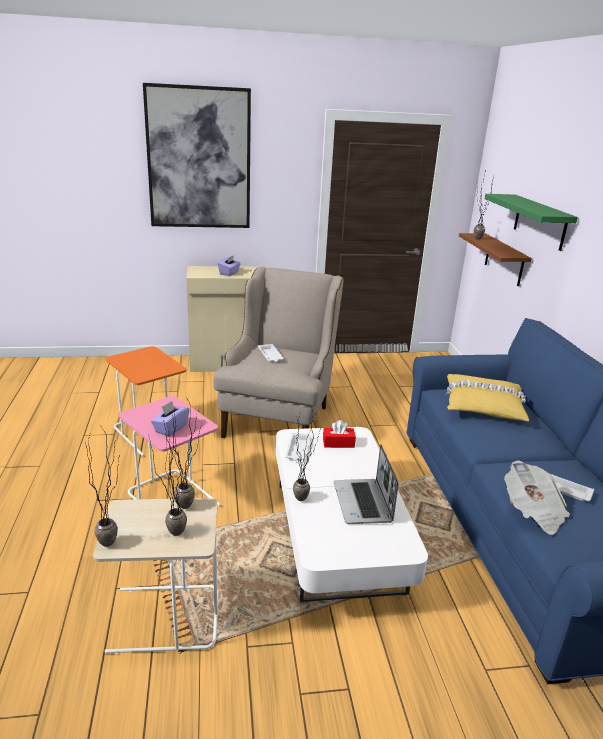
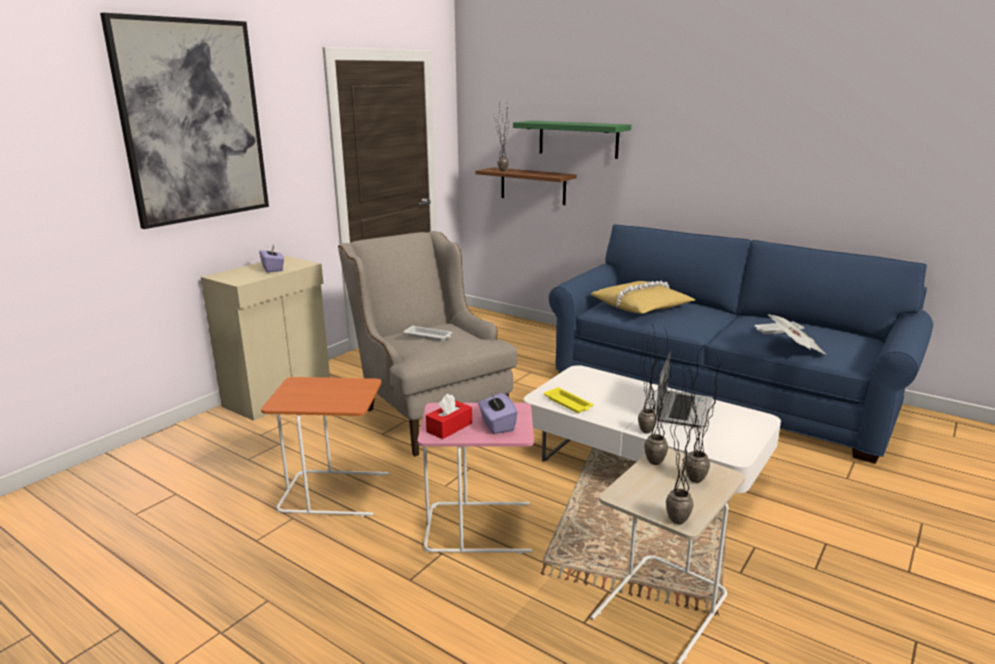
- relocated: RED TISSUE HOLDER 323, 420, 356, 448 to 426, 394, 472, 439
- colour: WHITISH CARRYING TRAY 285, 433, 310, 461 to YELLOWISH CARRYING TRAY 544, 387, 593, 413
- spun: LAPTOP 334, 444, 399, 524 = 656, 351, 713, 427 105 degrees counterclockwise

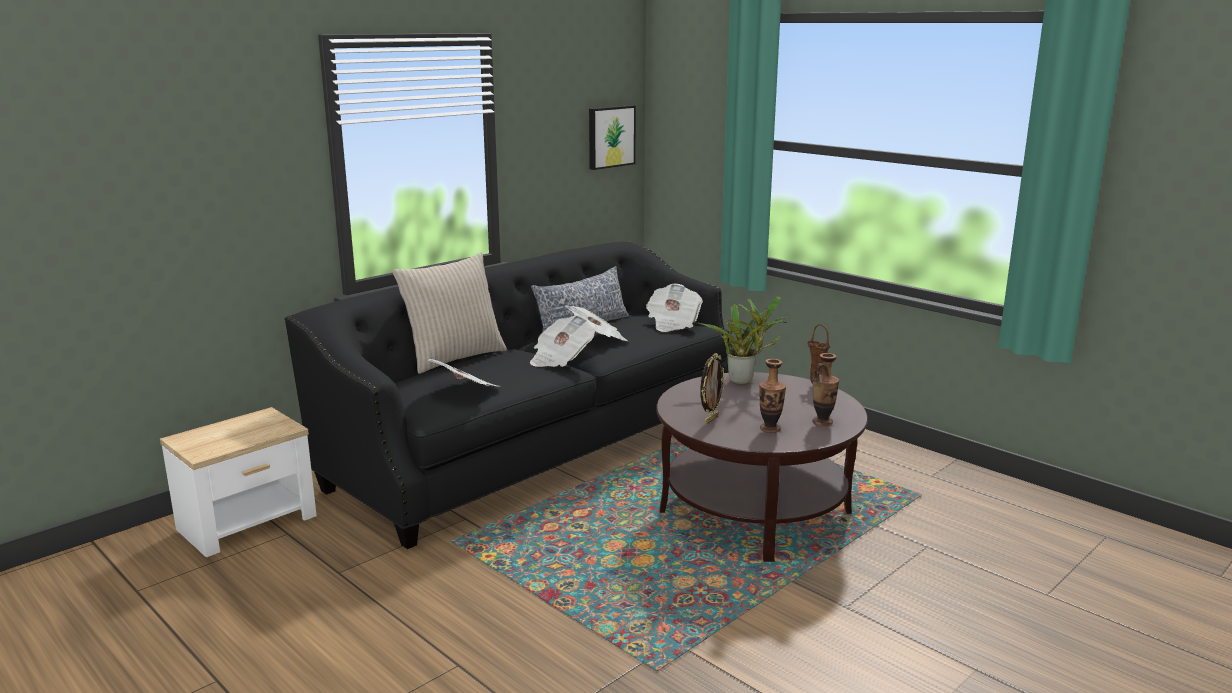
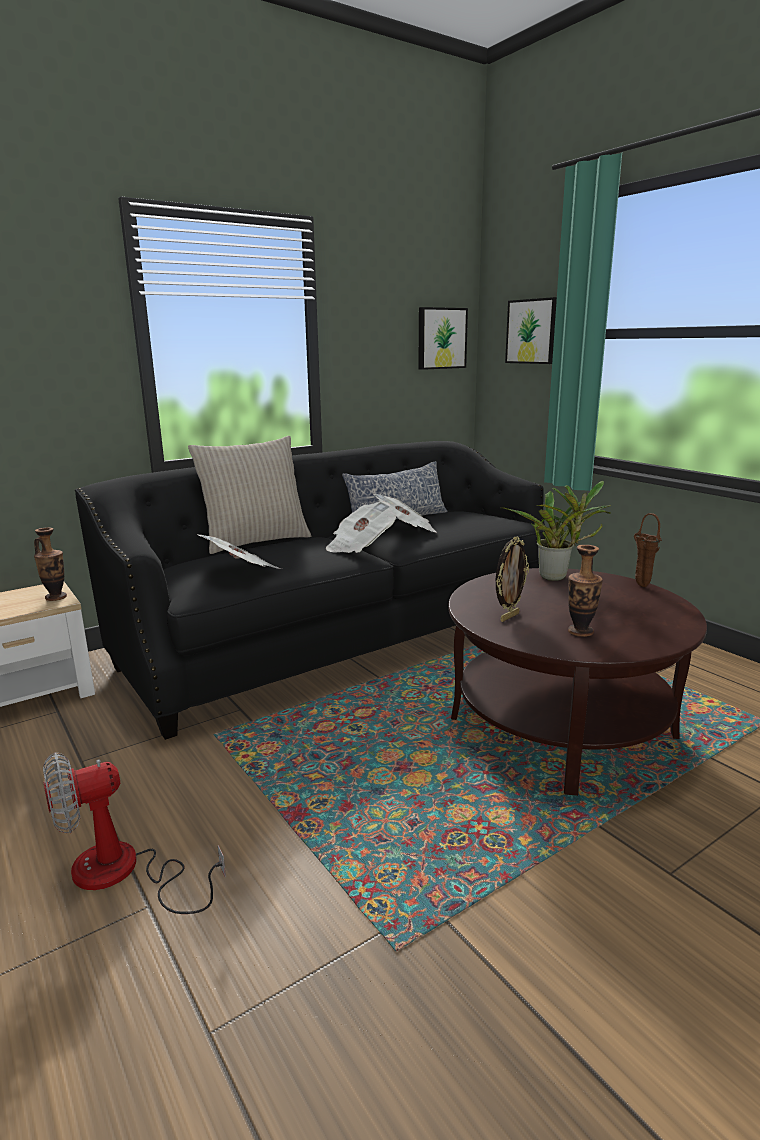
- missing: NEWSPAPER 646, 284, 703, 332
- appeared: COOLING FAN 43, 752, 226, 914
- appeared: WALL ART 505, 297, 557, 364
- relocated: FLOWER VASE 812, 353, 839, 426 to 34, 527, 67, 601

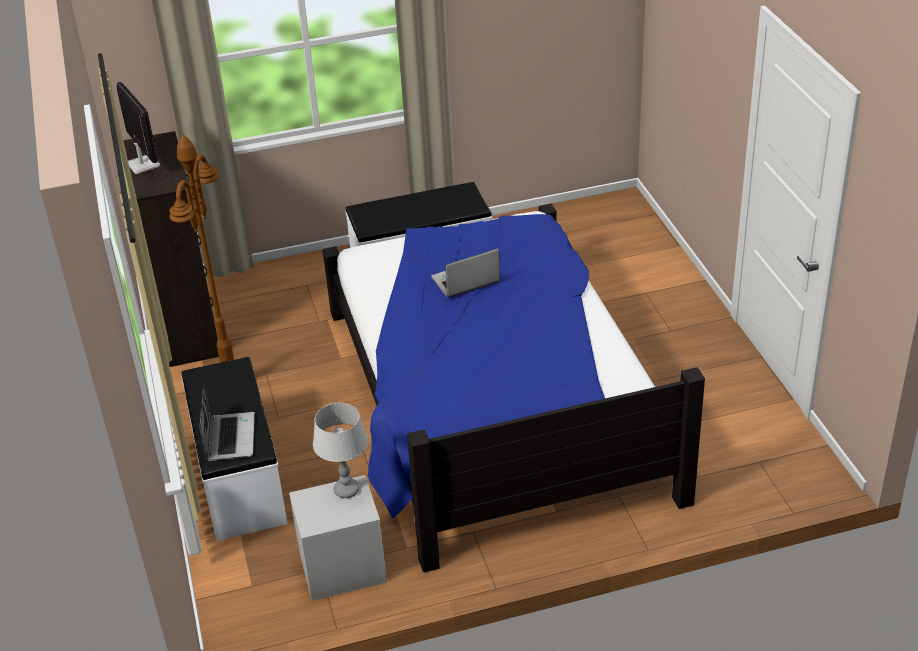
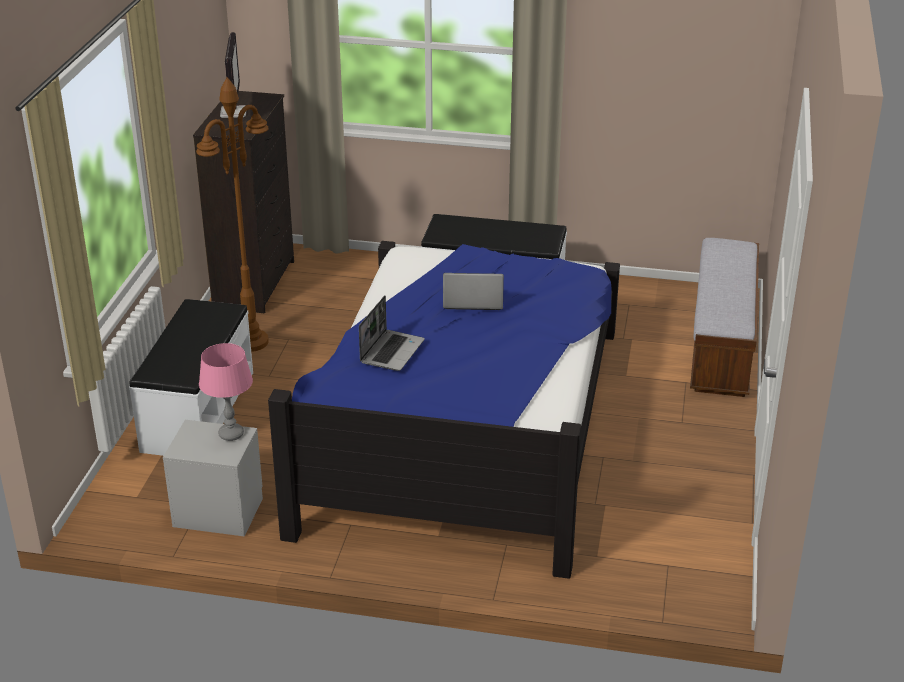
- appeared: INDOOR BENCH 690, 238, 759, 397
- relocated: LAPTOP 200, 385, 255, 461 to 359, 295, 425, 371
- colour: GREYISH TABLE LAMP 313, 403, 368, 498 to PINK TABLE LAMP 199, 343, 253, 441

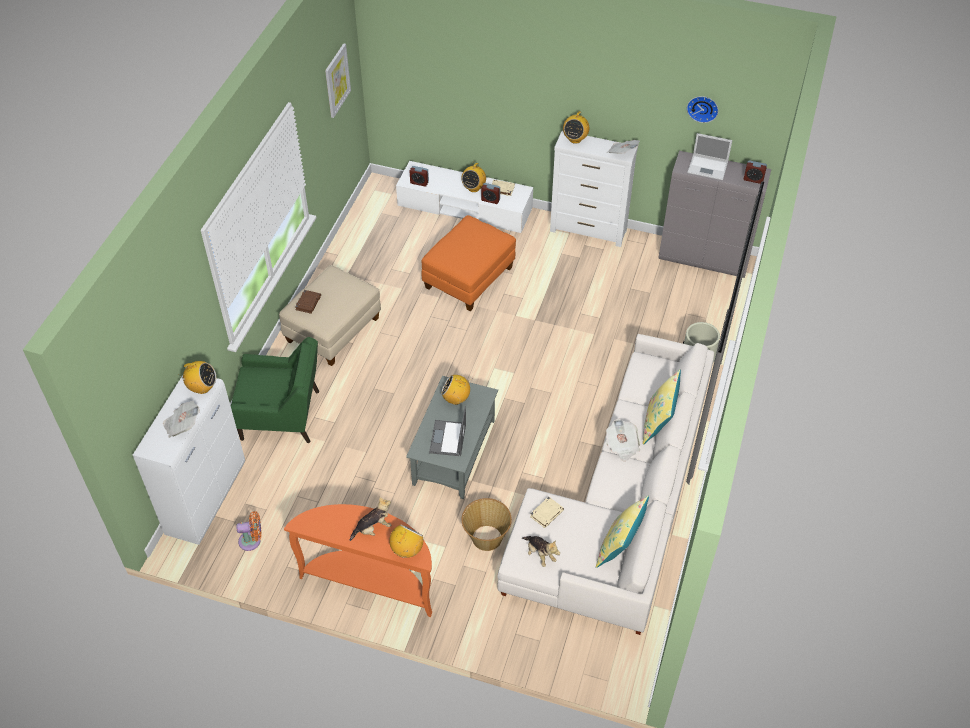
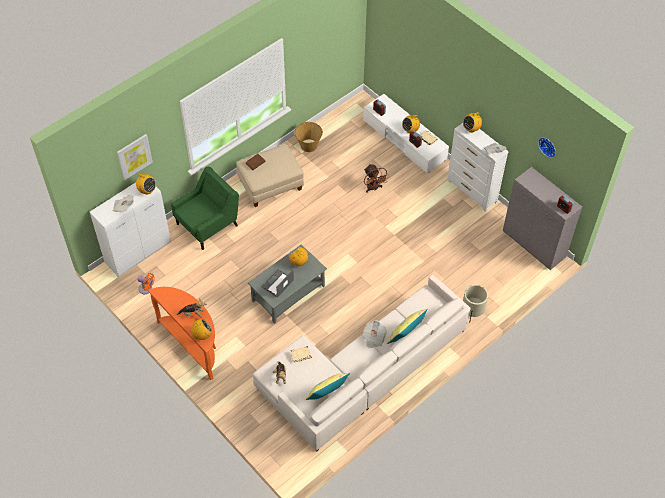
- missing: LAPTOP 687, 133, 733, 180
- relocated: WALL ART 325, 43, 351, 118 to 117, 134, 153, 180
- relocated: BASKET 461, 498, 512, 551 to 294, 122, 323, 152
- exchanged: ORANGEY FOOTREST 421, 215, 516, 311 to BROWNISH COOLING FAN 364, 164, 389, 193
- spun: GREENISH LOUNGE CHAIR 231, 337, 319, 443 = 171, 167, 239, 250 75 degrees counterclockwise

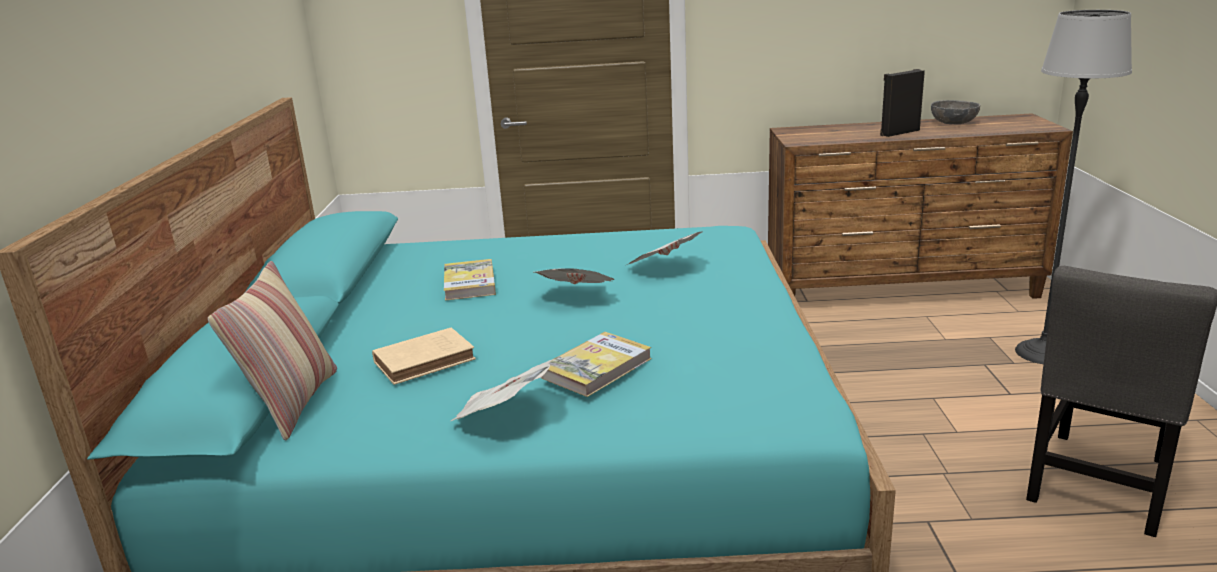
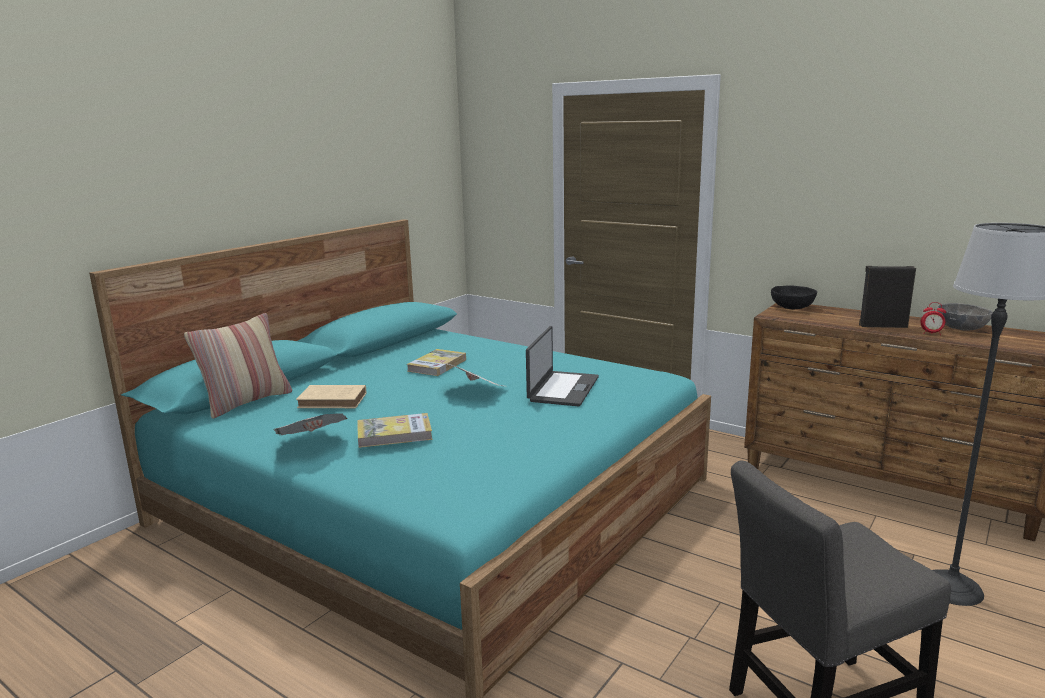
- appeared: BLACK SERVING BOWL 771, 286, 817, 309
- appeared: ALARM CLOCK 921, 302, 946, 335
- exchanged: NEWSPAPER 627, 231, 703, 265 to LAPTOP 526, 326, 599, 406

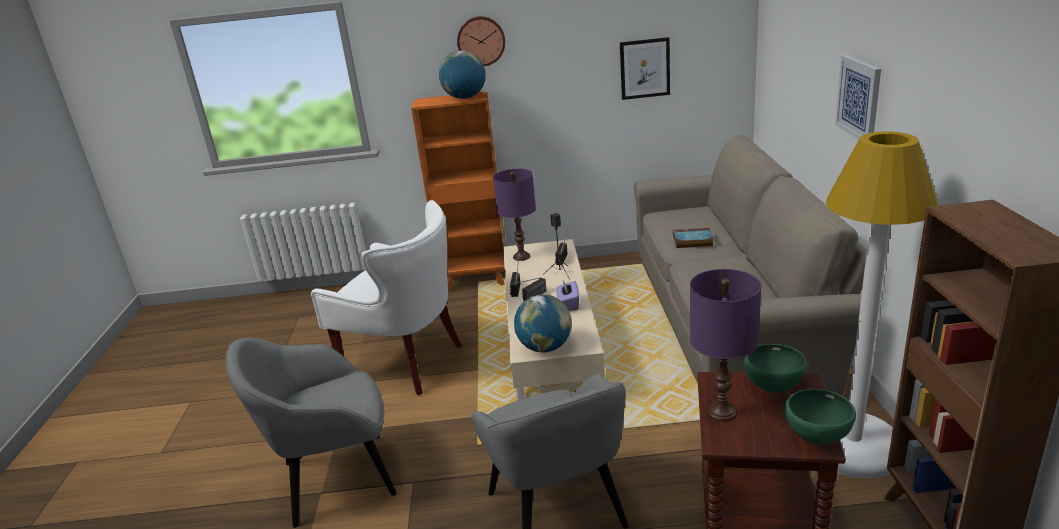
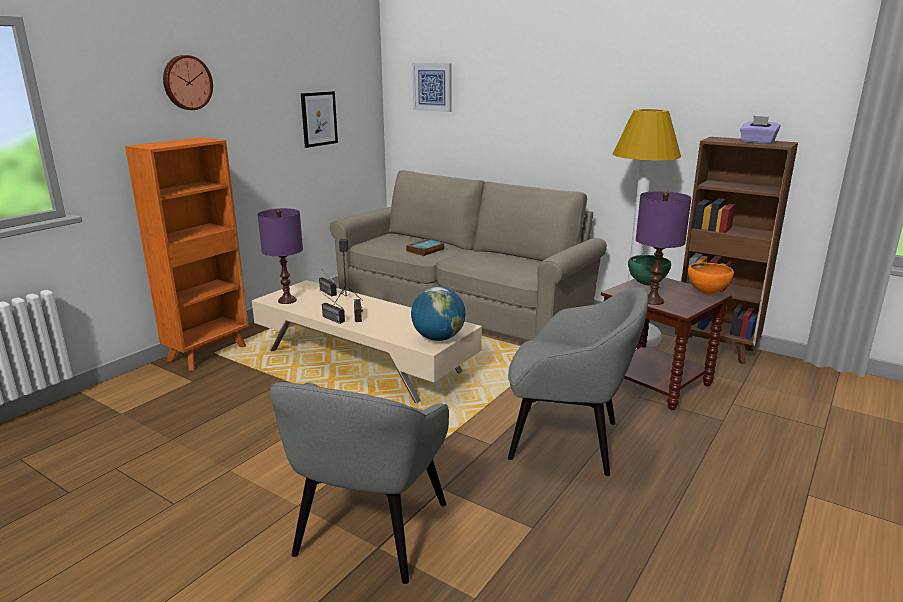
- missing: WHITISH LOUNGE CHAIR 311, 200, 462, 395
- missing: WORLD GLOBE 439, 51, 485, 99
- relocated: PURPLE-COLOURED TISSUE HOLDER 556, 280, 579, 311 to 740, 116, 780, 144
- relocated: WALL ART 835, 55, 881, 139 to 412, 63, 452, 112
- colour: GREENISH SERVING BOWL 785, 389, 856, 444 to ORANGEY SERVING BOWL 688, 262, 734, 294

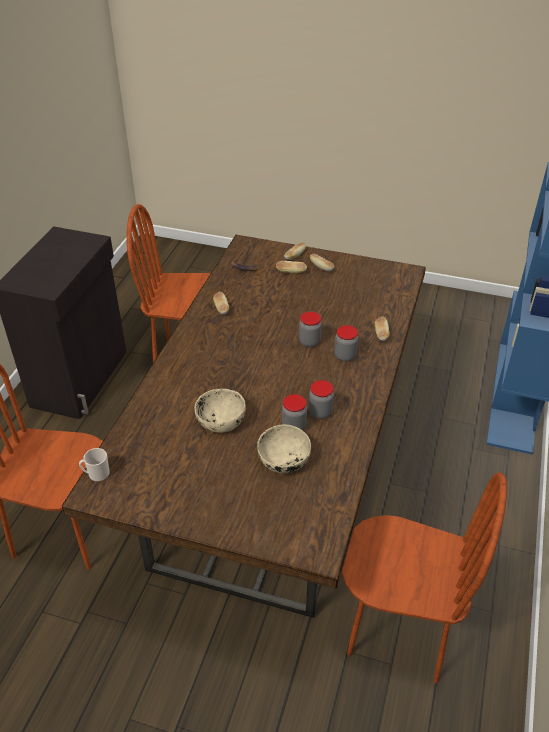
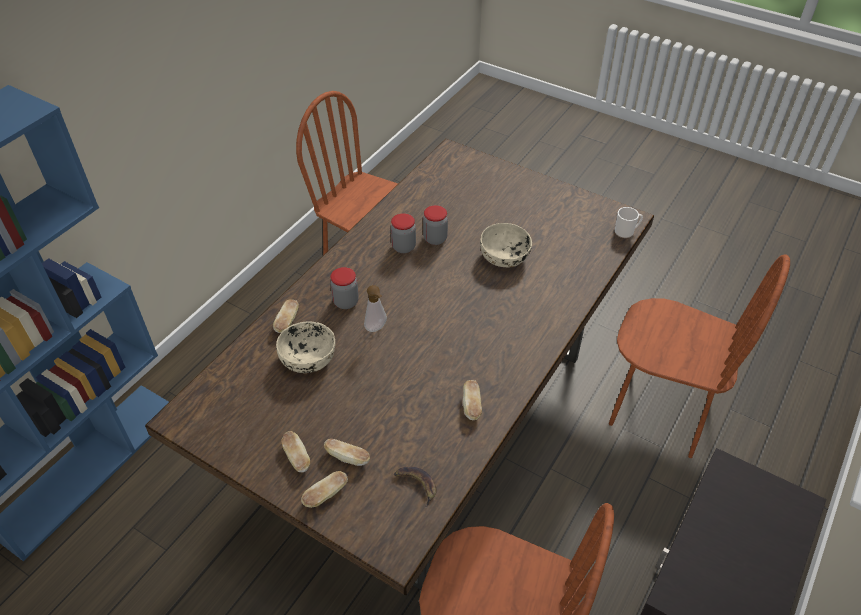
- relocated: BEIGE SERVING BOWL 257, 425, 311, 473 to 276, 321, 335, 373
- exchanged: JAR 299, 312, 322, 347 to SOAP DISPENSER 364, 285, 387, 332

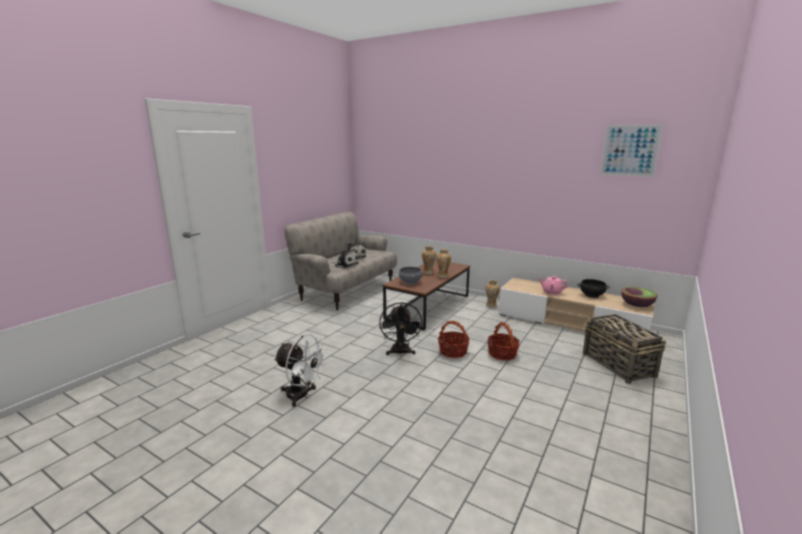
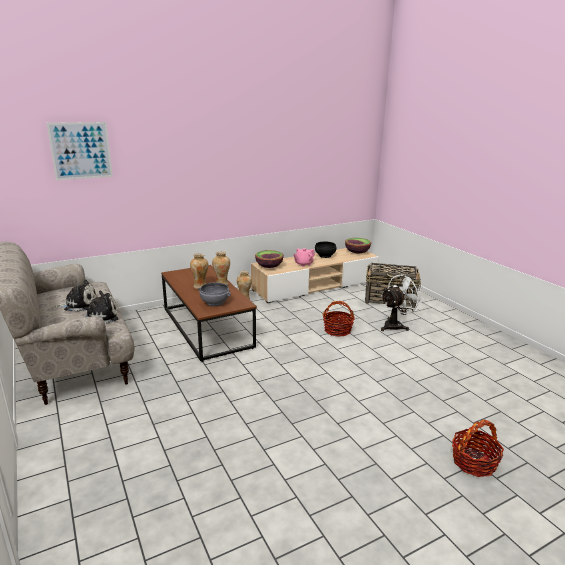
- missing: BLACK COOLING FAN 379, 302, 423, 356
- appeared: SERVING BOWL 255, 250, 284, 268
- relocated: WHITISH COOLING FAN 274, 334, 328, 407 to 381, 273, 424, 331
- relocated: BASKET 438, 321, 470, 358 to 452, 419, 504, 477
- relocated: WALL ART 600, 124, 663, 177 to 47, 122, 113, 180

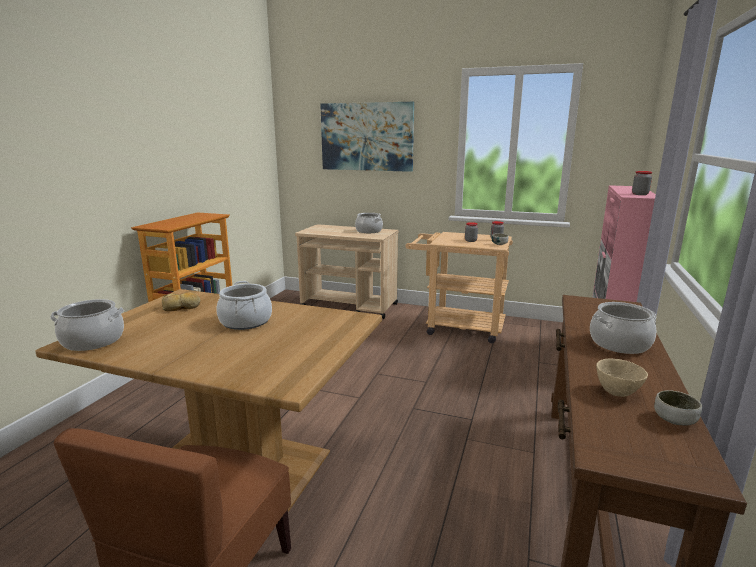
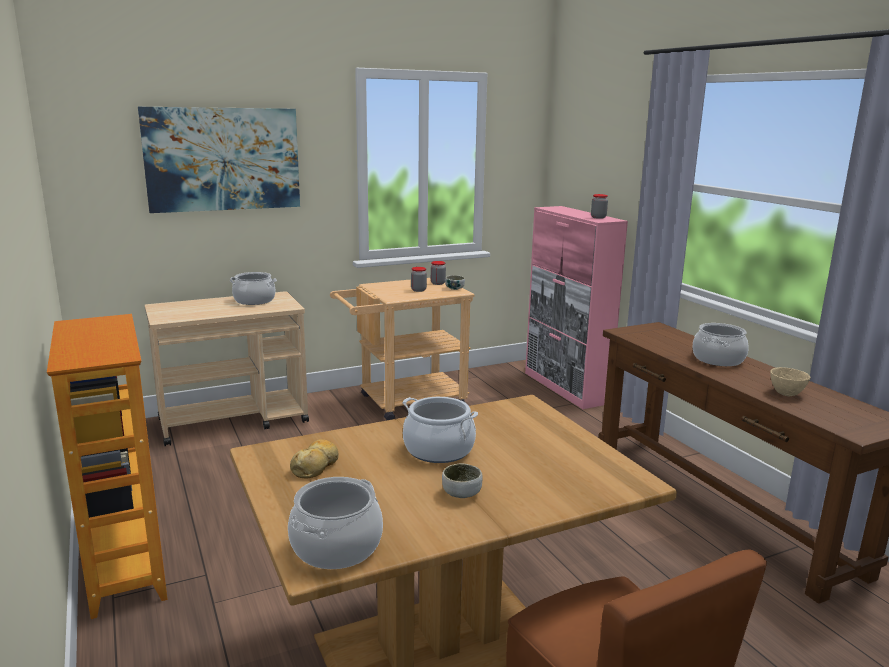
- relocated: SERVING BOWL 654, 390, 702, 426 to 442, 464, 483, 498

